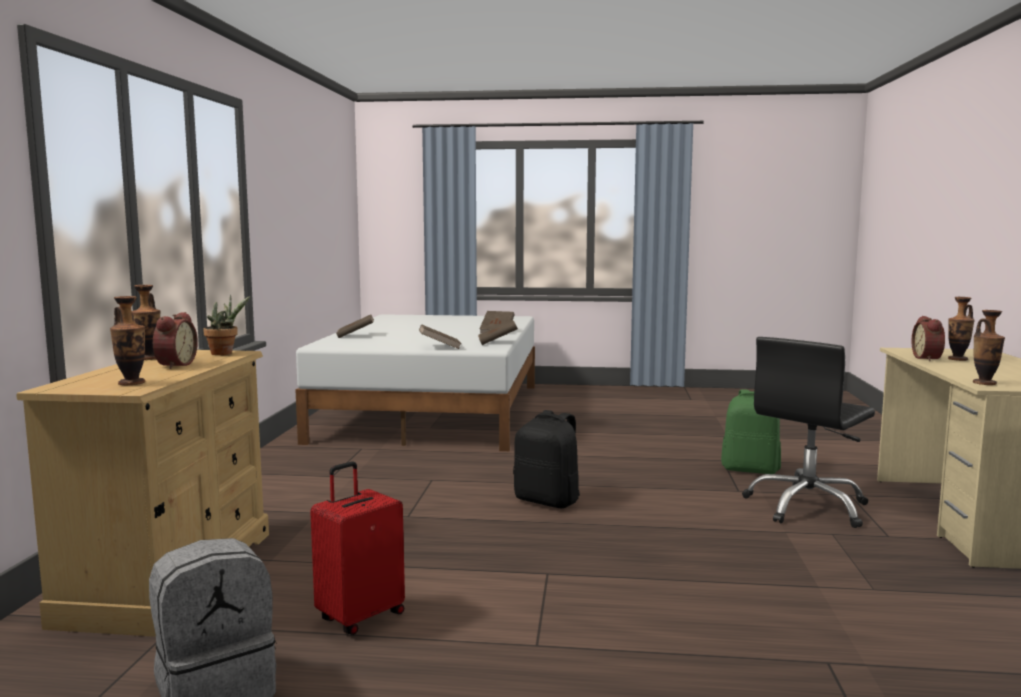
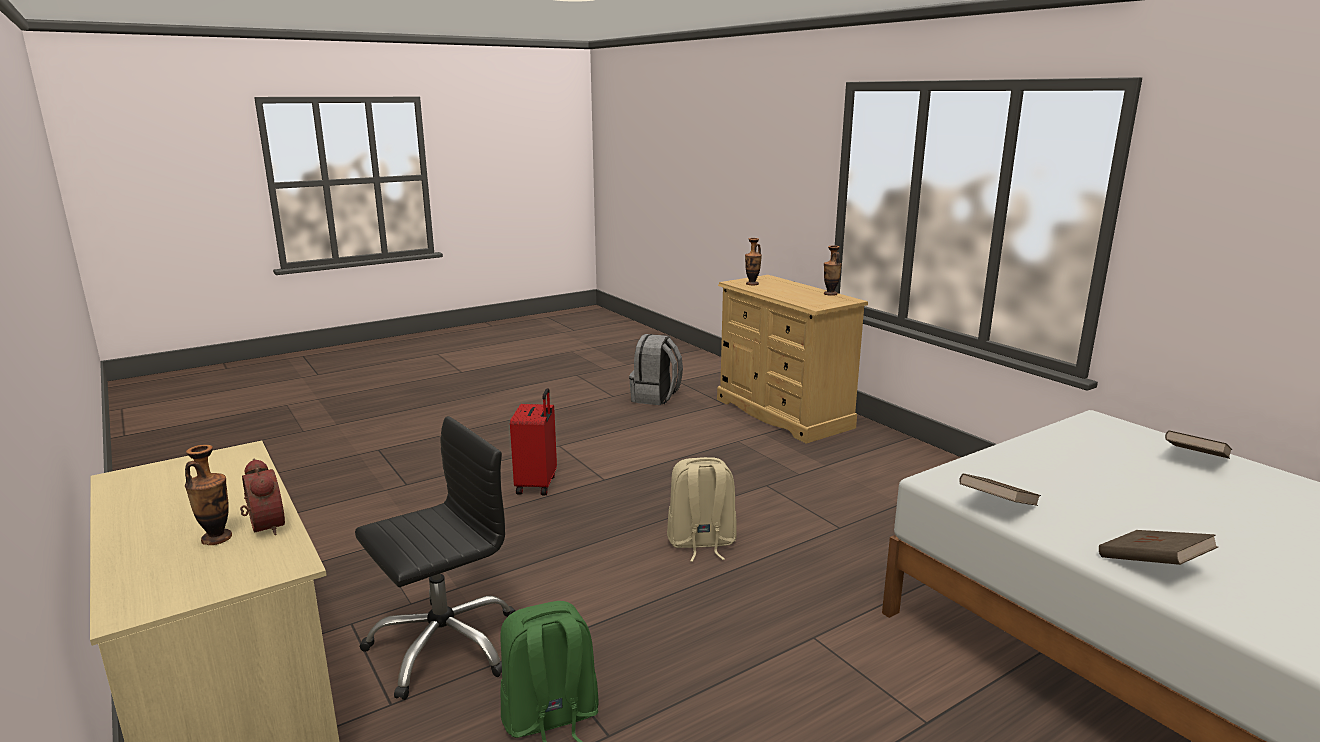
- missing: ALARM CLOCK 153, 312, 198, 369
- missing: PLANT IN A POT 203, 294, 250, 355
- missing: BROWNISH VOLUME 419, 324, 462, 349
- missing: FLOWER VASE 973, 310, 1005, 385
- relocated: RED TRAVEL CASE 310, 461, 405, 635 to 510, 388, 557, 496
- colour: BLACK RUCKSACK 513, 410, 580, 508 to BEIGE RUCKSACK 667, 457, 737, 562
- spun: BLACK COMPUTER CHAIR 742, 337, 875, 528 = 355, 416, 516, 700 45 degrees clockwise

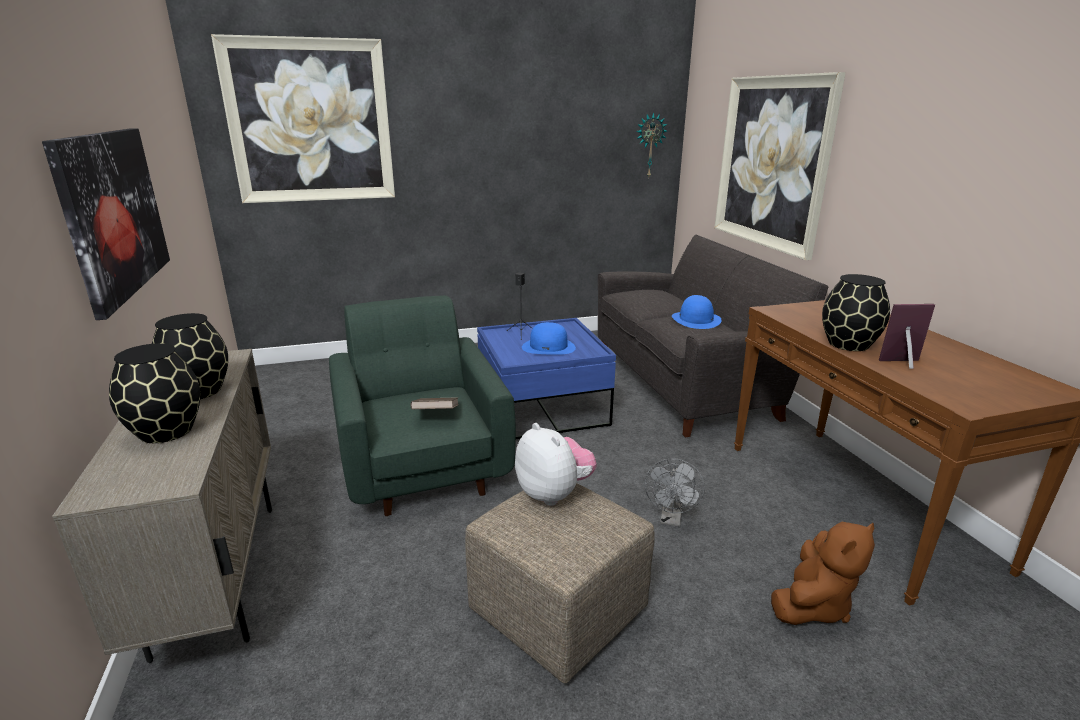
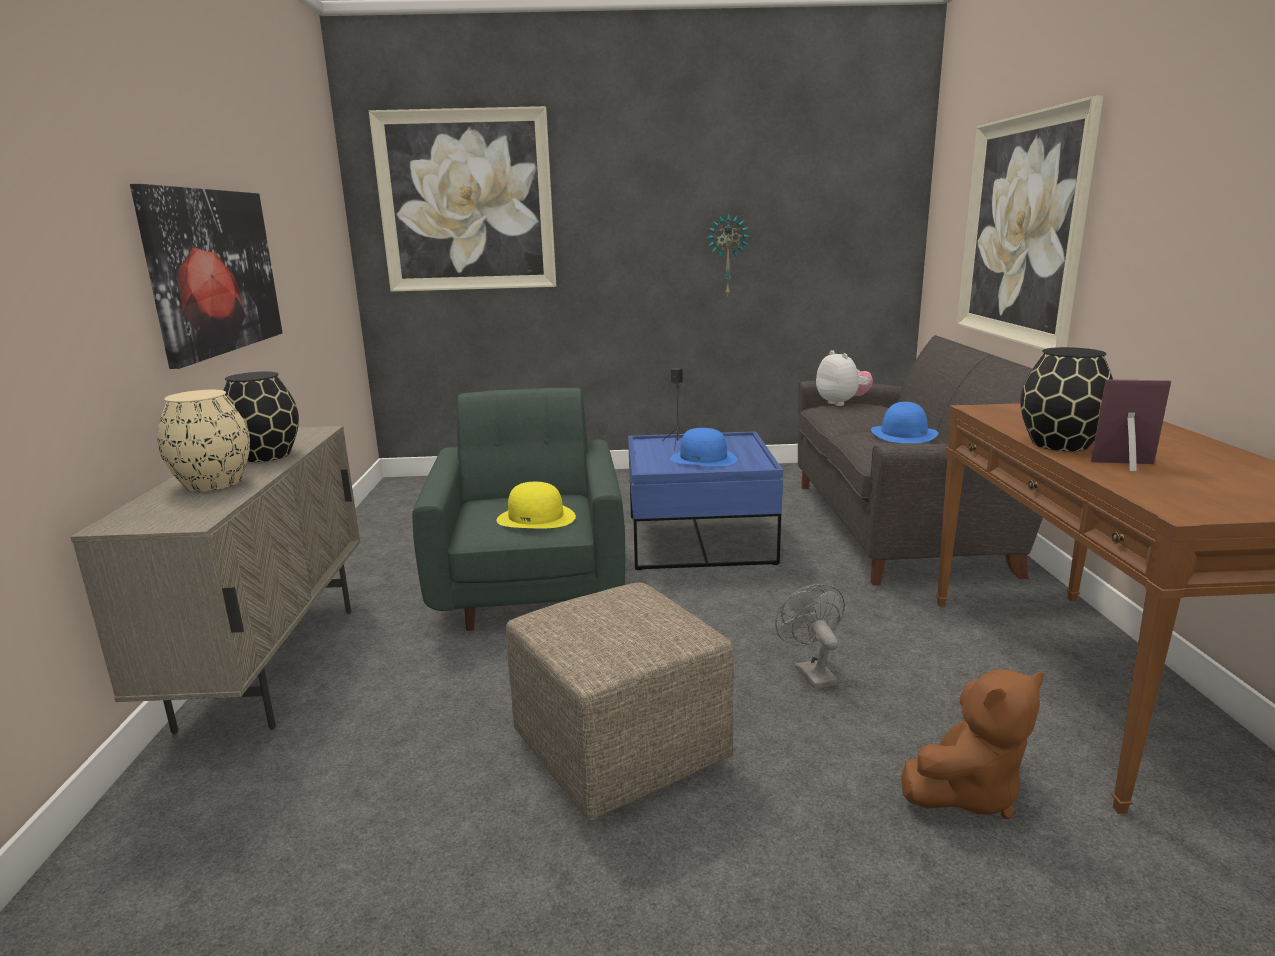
- relocated: CUDDLY TOY 515, 423, 597, 506 to 816, 350, 873, 406
- relocated: CLOCK ON THE WALL 636, 112, 667, 177 to 706, 213, 750, 297
- exchanged: BROWNISH VOLUME 410, 397, 458, 409 to YELLOWISH CLOTHING HAT 497, 482, 576, 529
- colour: BLACK FLOWER VASE 109, 343, 200, 443 to BEIGE FLOWER VASE 157, 390, 250, 492
- spun: GREYISH COOLING FAN 645, 459, 705, 527 = 775, 584, 845, 689 135 degrees clockwise

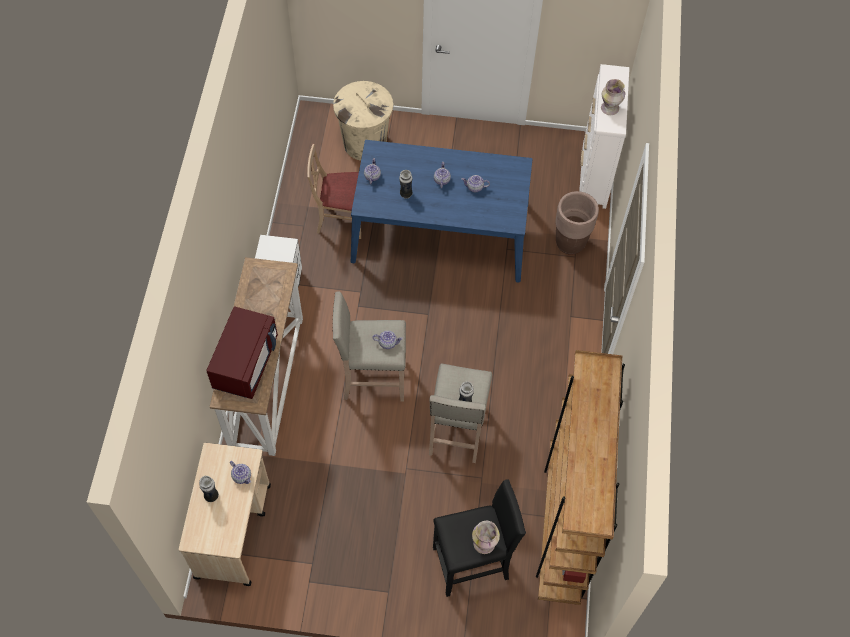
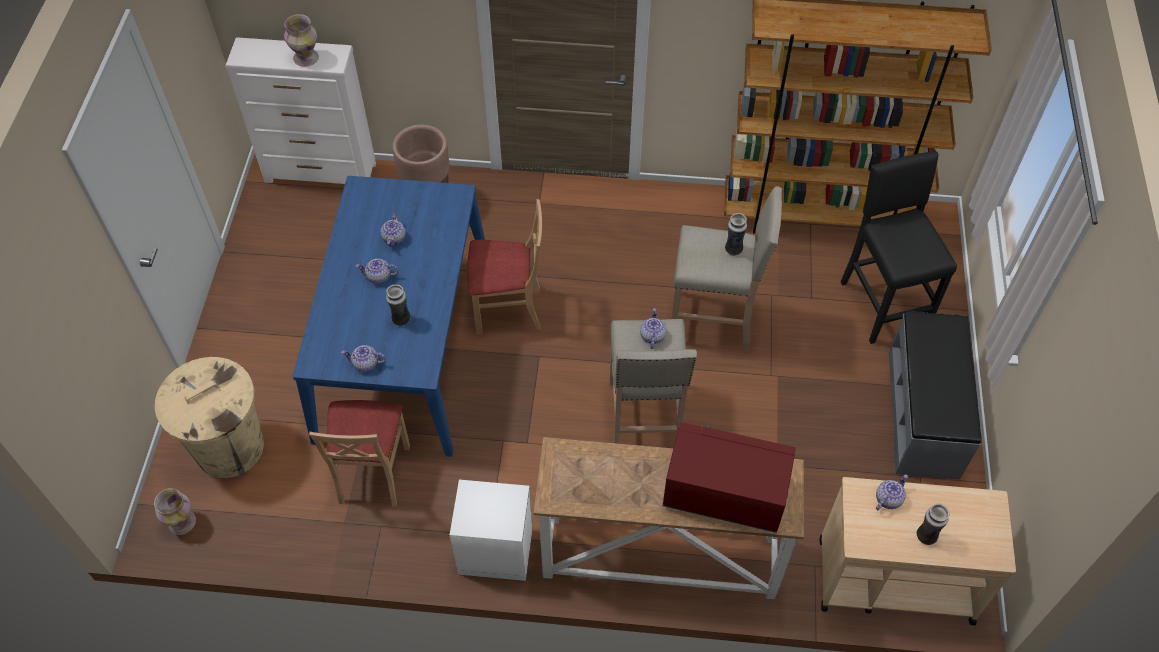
- appeared: BEIGE CHAIR 467, 199, 542, 334
- appeared: GREYISH INDOOR BENCH 889, 311, 982, 480
- relocated: FLOWER VASE 472, 521, 500, 554 to 154, 488, 196, 535

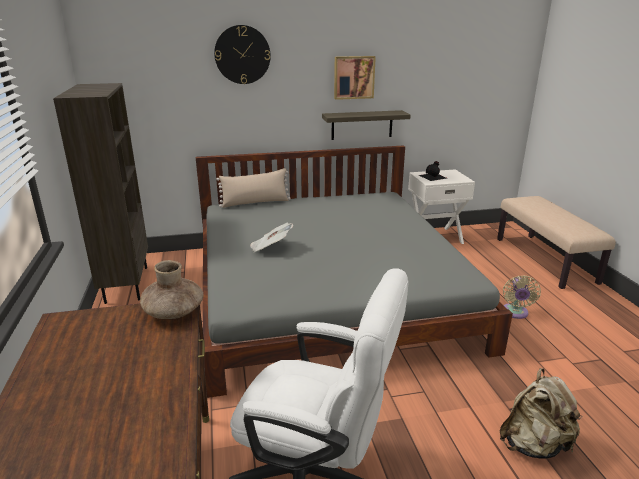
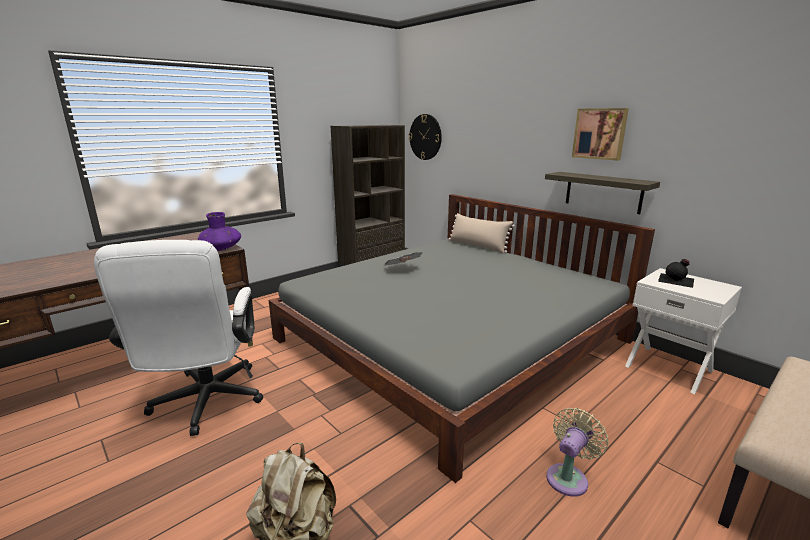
- relocated: CLOCK ON THE WALL 214, 25, 271, 84 to 409, 114, 442, 160
- colour: BROWNISH FLOWER VASE 140, 260, 203, 319 to PURPLE-COLOURED FLOWER VASE 198, 212, 241, 251
- spun: BEIGE COOLING FAN 503, 275, 541, 319 = 546, 408, 609, 497 150 degrees clockwise

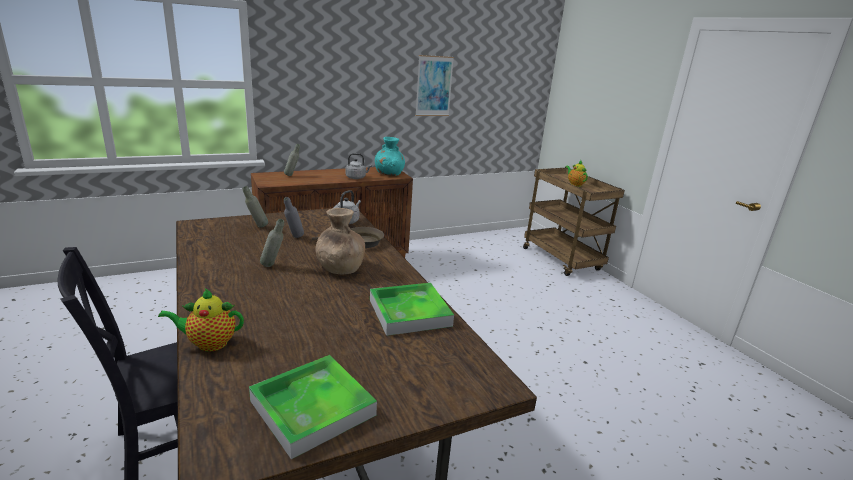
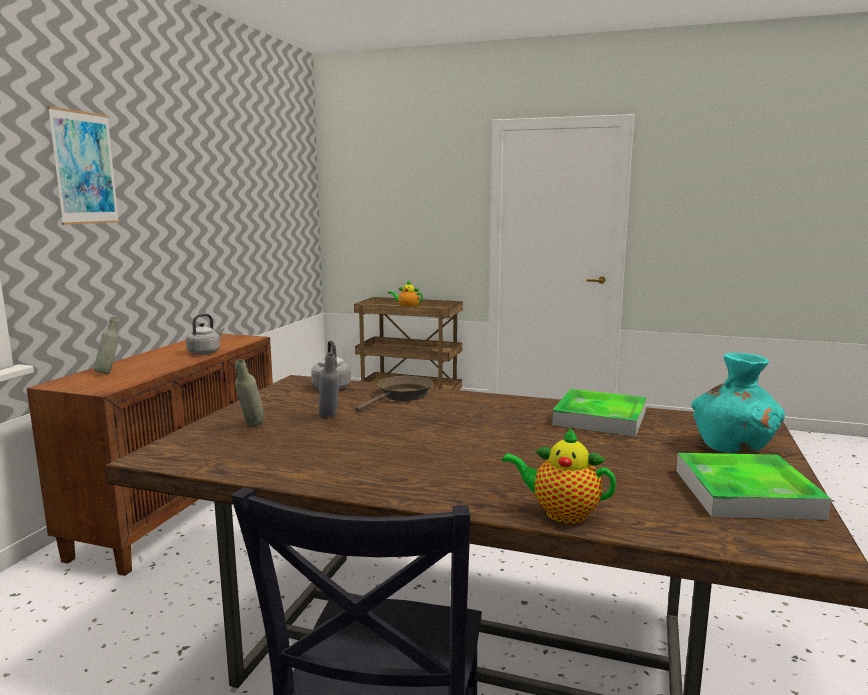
- missing: GREYISH BEVERAGE BOTTLE 260, 219, 284, 267
- missing: BROWNISH FLOWER VASE 316, 208, 365, 274
- relocated: BLUE-GREEN FLOWER VASE 375, 137, 405, 176 to 692, 353, 785, 454
- relocated: WALL ART 415, 55, 454, 116 to 47, 106, 120, 225
- spun: TEA POT 158, 289, 244, 352 = 502, 427, 616, 524 75 degrees clockwise

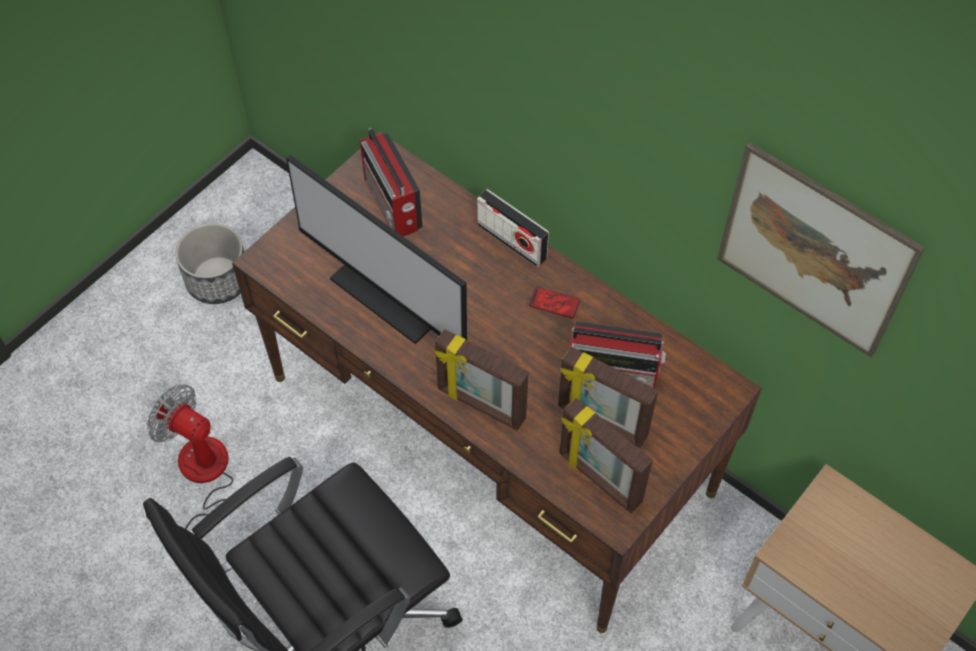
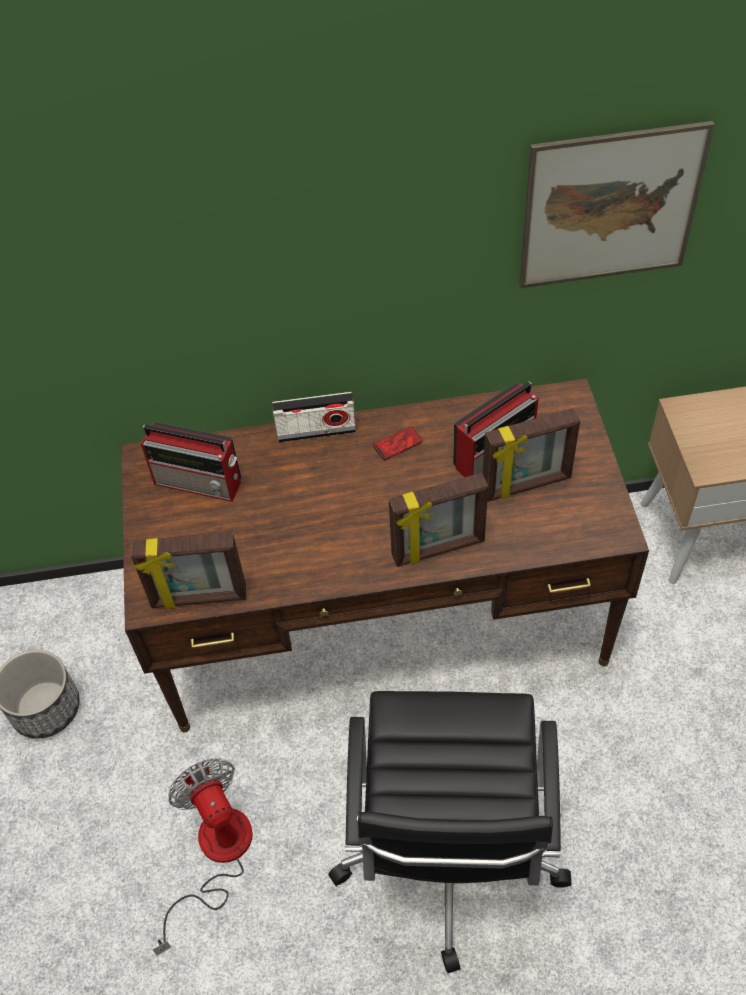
- missing: COMPUTER DISPLAY 286, 155, 467, 344
- relocated: PICTURE FRAME 559, 398, 653, 514 to 131, 532, 246, 609
- spun: COOLING FAN 147, 384, 233, 530 = 152, 758, 253, 956 75 degrees clockwise

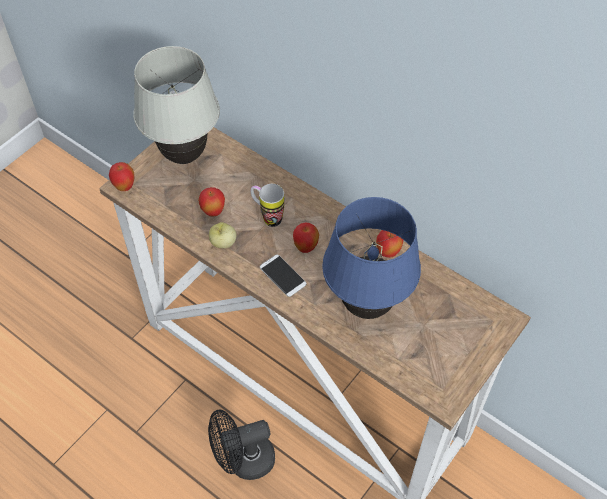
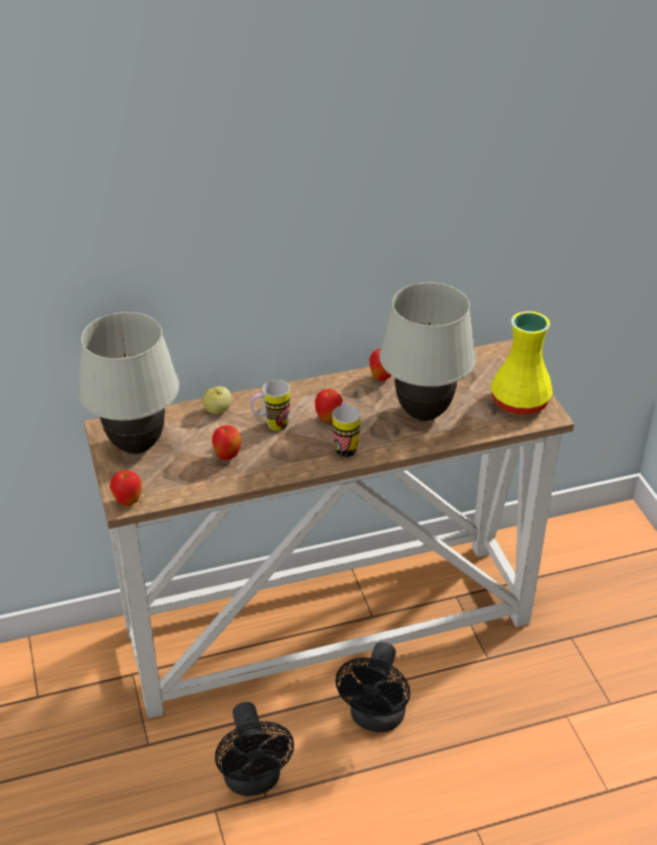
- appeared: BLACK COOLING FAN 215, 702, 294, 796
- appeared: YELLOWISH FLOWER VASE 491, 311, 553, 416
- relocated: WHOLE APPLE 209, 222, 236, 248 to 203, 386, 232, 414
- exchanged: PHONE 260, 255, 306, 297 to COFFEE MUG 332, 402, 360, 457
- colour: BLUISH TABLE LAMP 322, 197, 421, 319 to WHITISH TABLE LAMP 379, 282, 476, 421

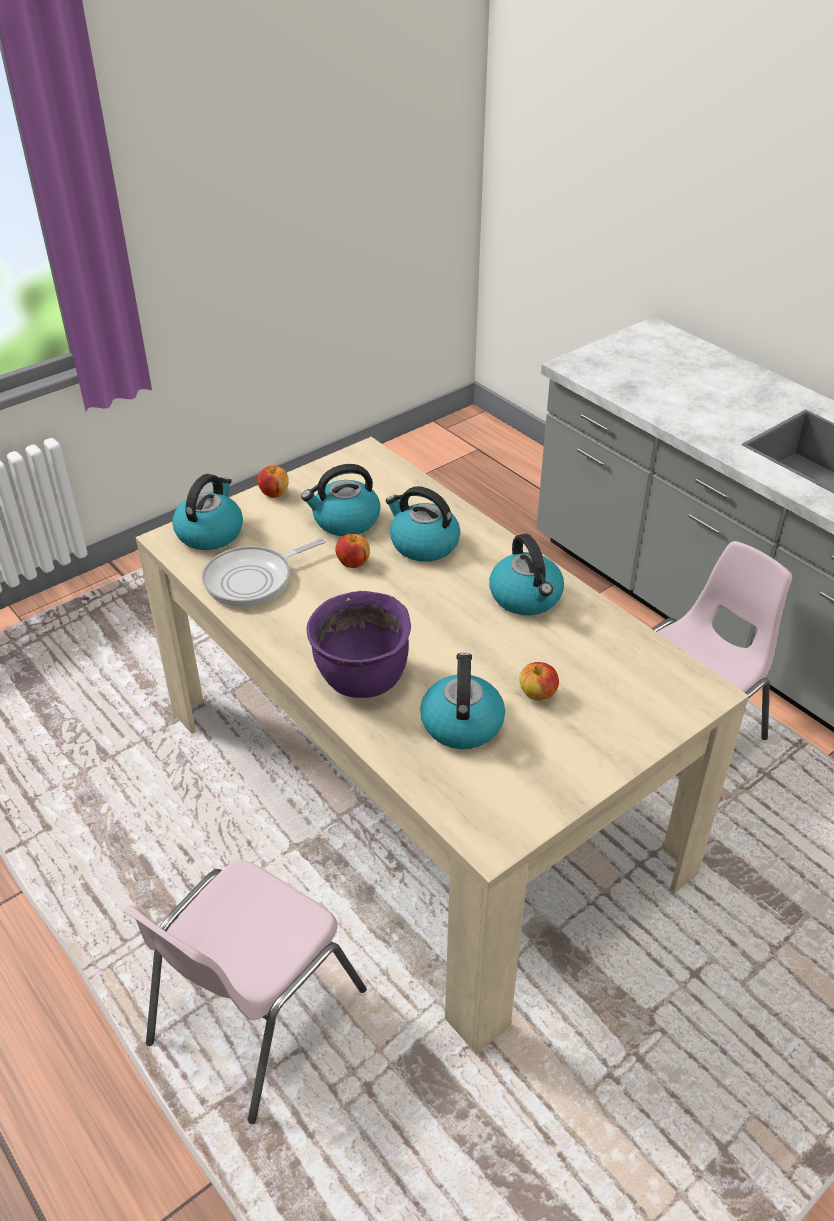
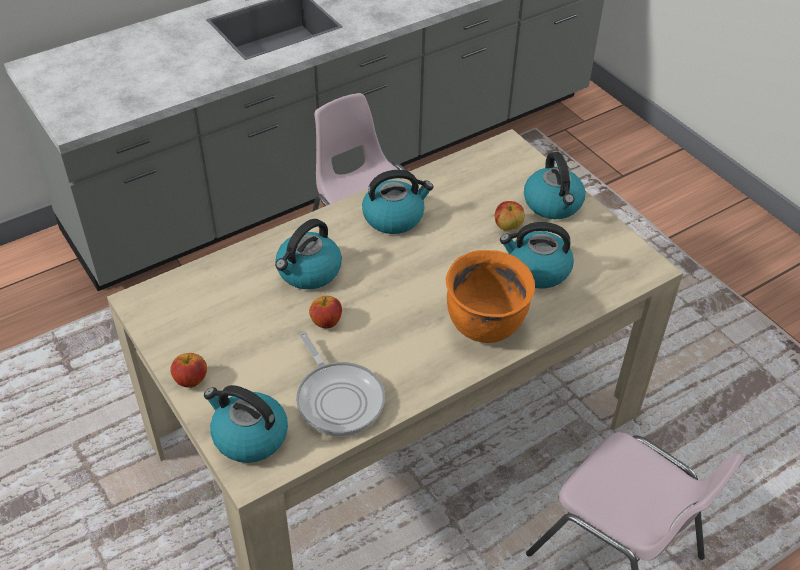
- relocated: TEA KETTLE 301, 464, 381, 536 to 524, 152, 586, 219
- colour: PURPLE-COLOURED COOKING POT 306, 591, 411, 698 to ORANGEY COOKING POT 446, 250, 535, 343

